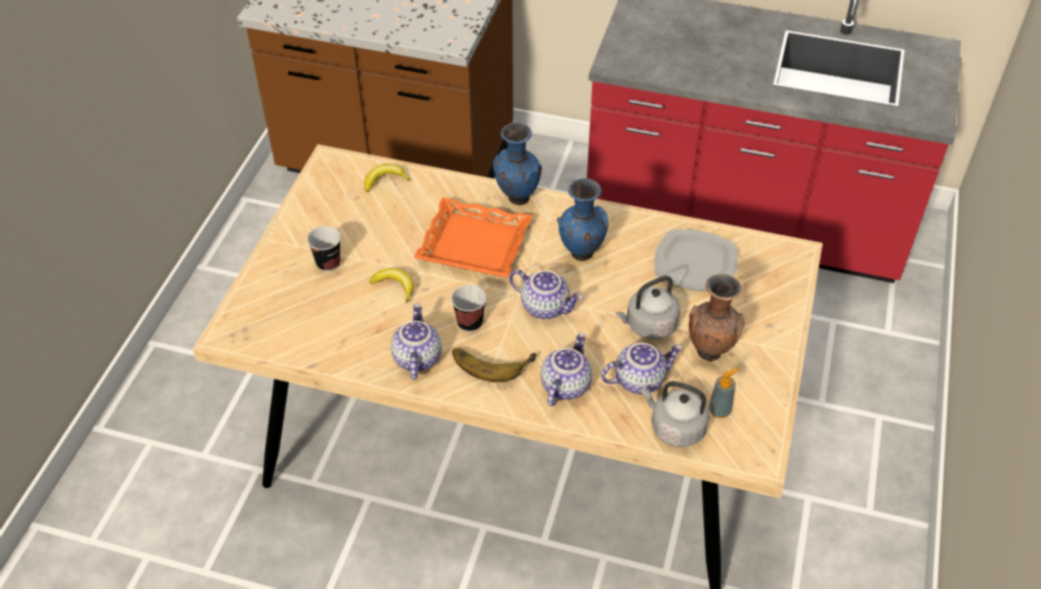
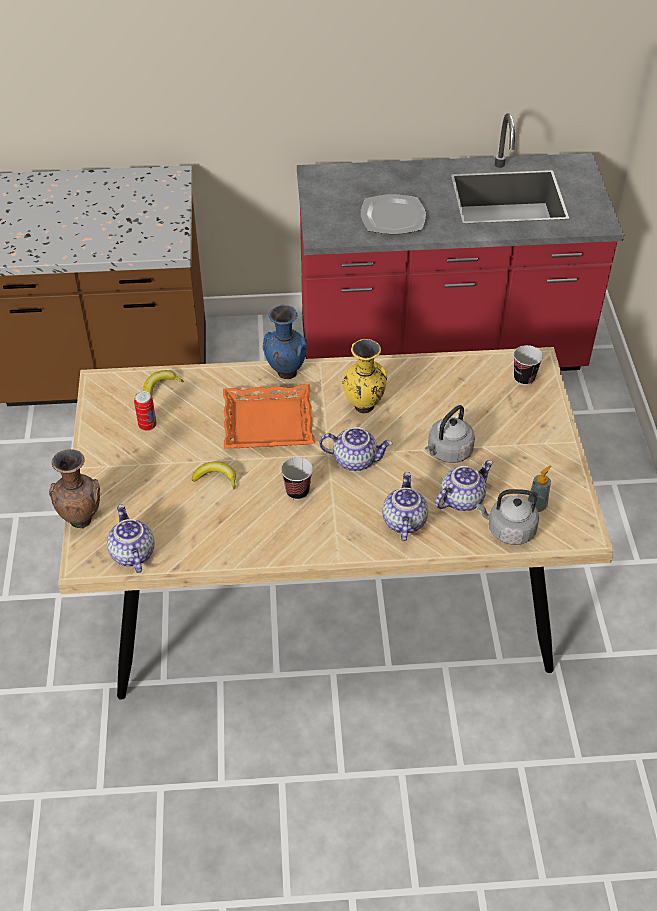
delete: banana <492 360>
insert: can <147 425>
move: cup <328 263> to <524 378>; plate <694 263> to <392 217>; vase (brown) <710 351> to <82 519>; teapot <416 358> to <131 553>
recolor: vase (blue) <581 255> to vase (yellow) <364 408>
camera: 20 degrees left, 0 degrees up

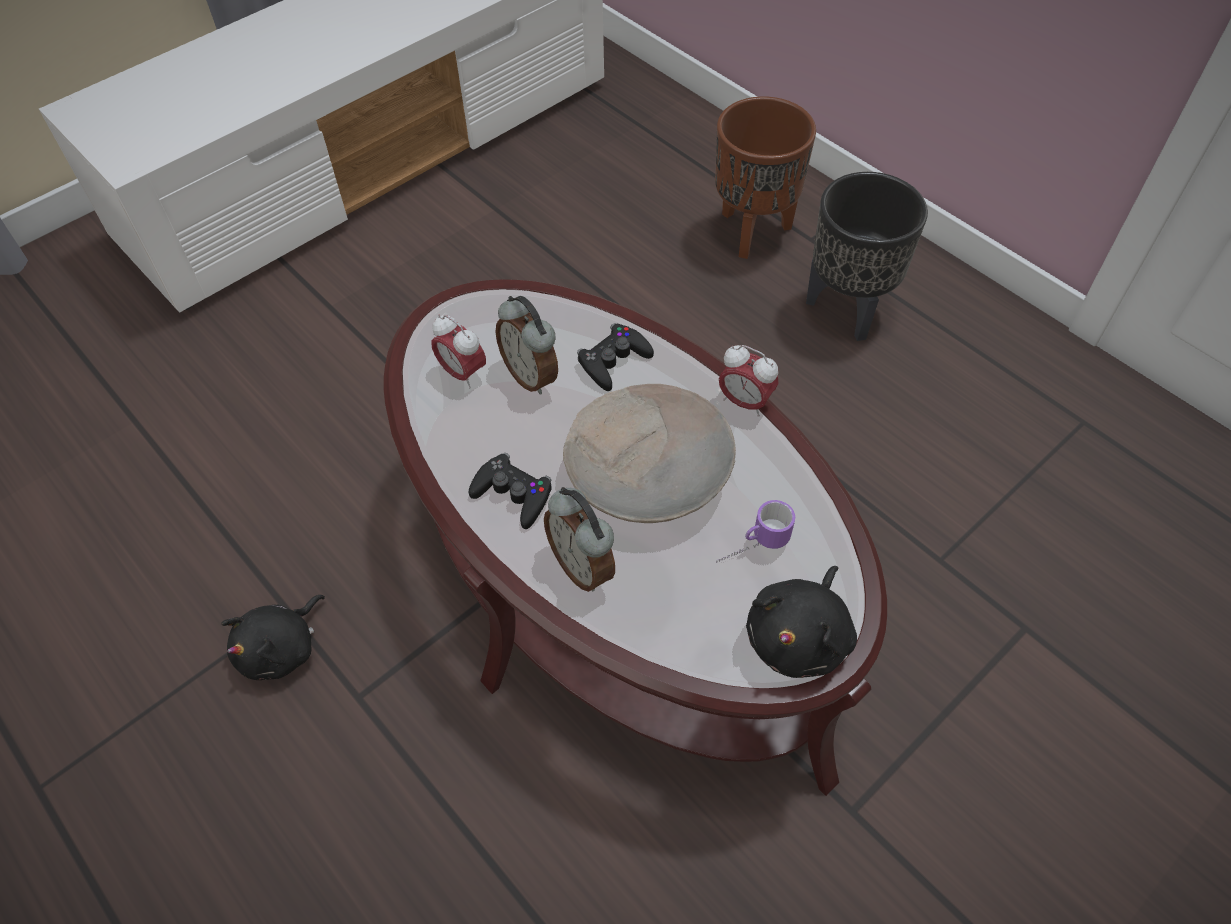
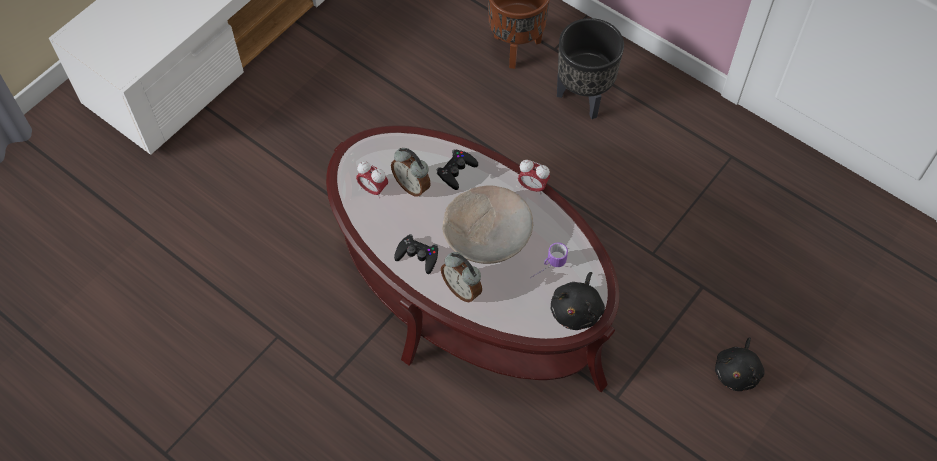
move: plush toy (black) <282 648> to <737 372>
camera: 10 degrees left, 5 degrees up

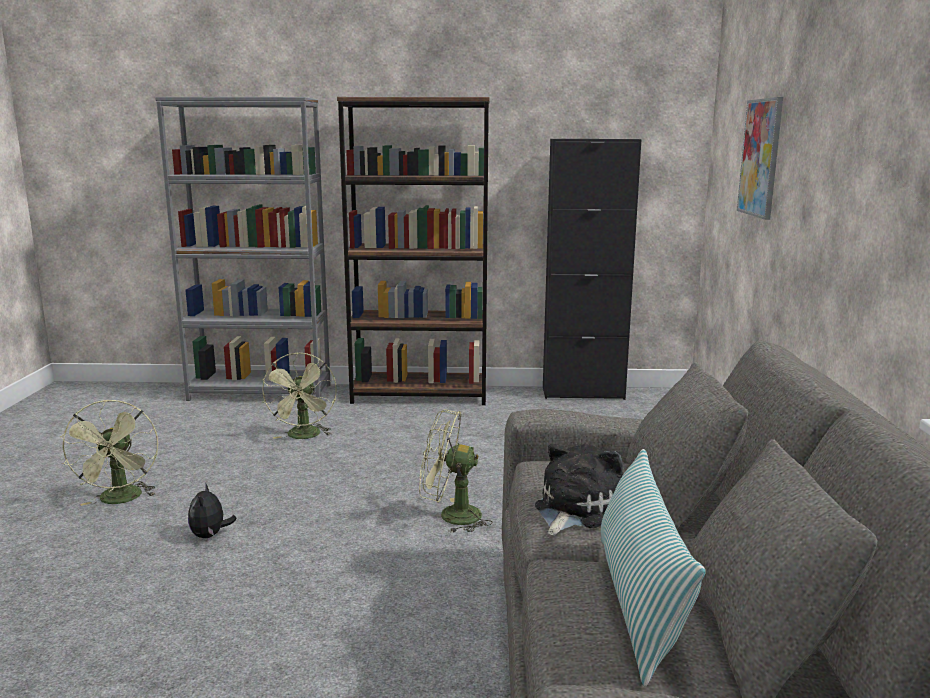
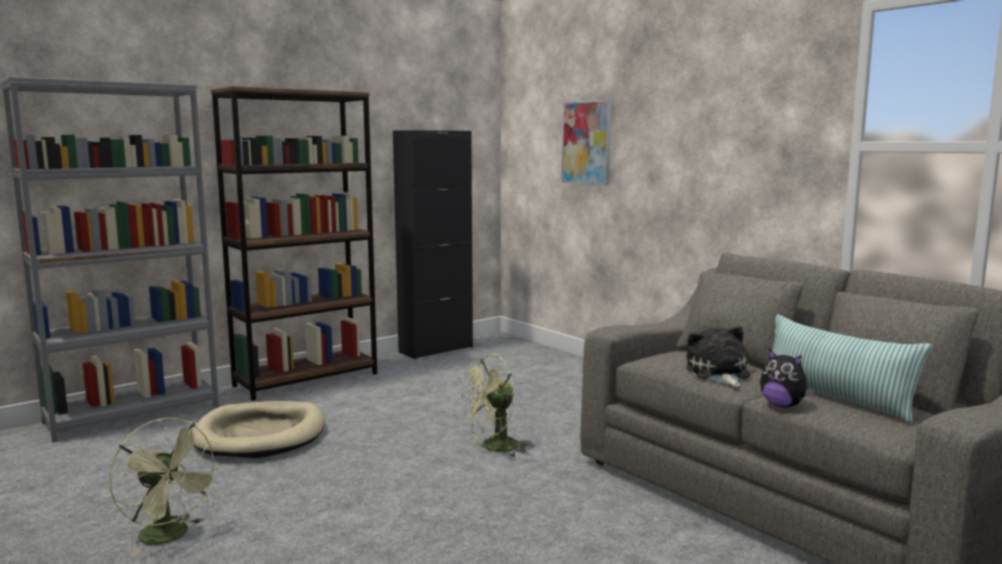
move: plush toy <210 535> to <783 405>
replace: fan (green) <304 437> to dog bed (beige) <261 435>
camera: 40 degrees left, 5 degrees down

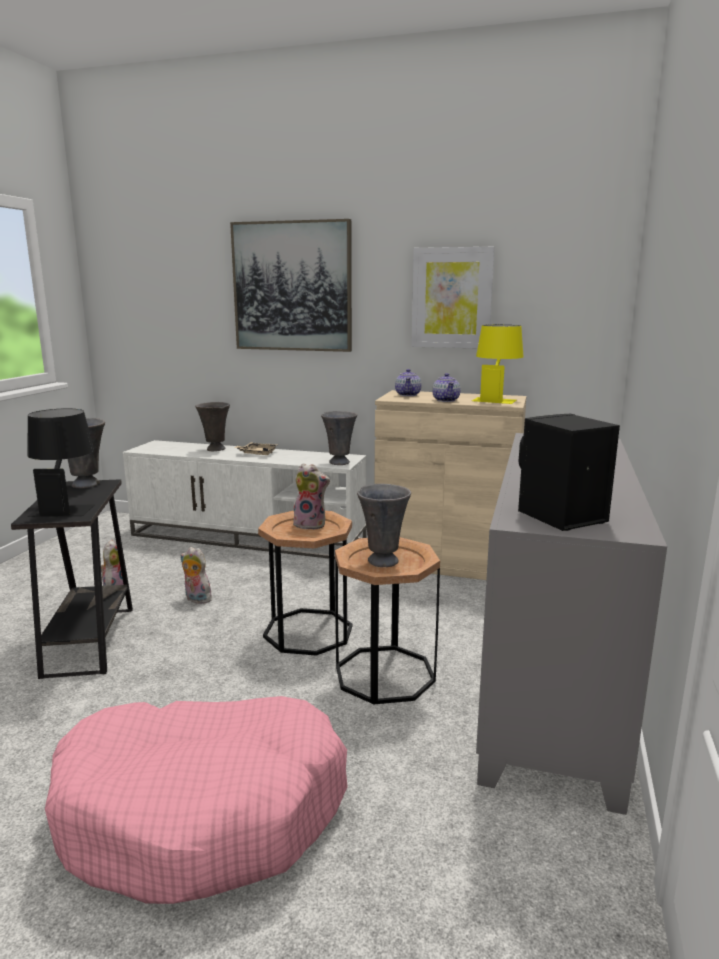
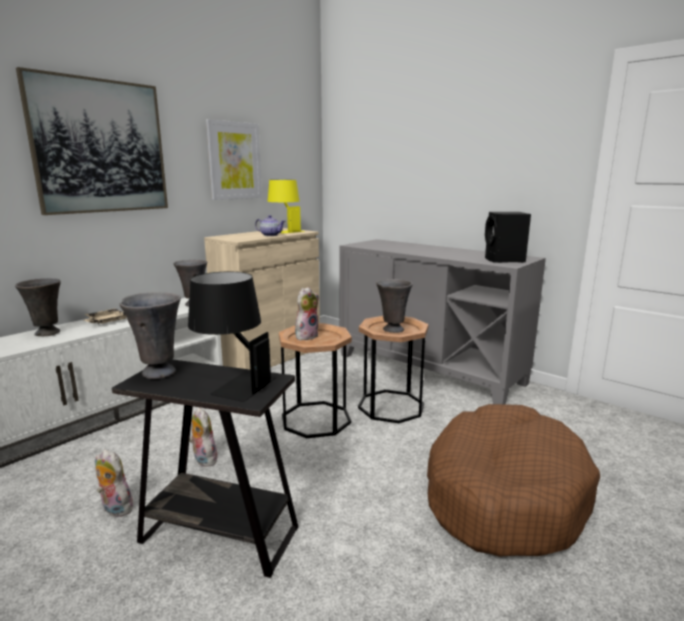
delete: teapot <408 395>
recolor: dog bed (pink) <204 811> to dog bed (brown) <502 494>
rotate: plush toy <196 599> = <203 459> 90 degrees clockwise
camera: 65 degrees left, 0 degrees up

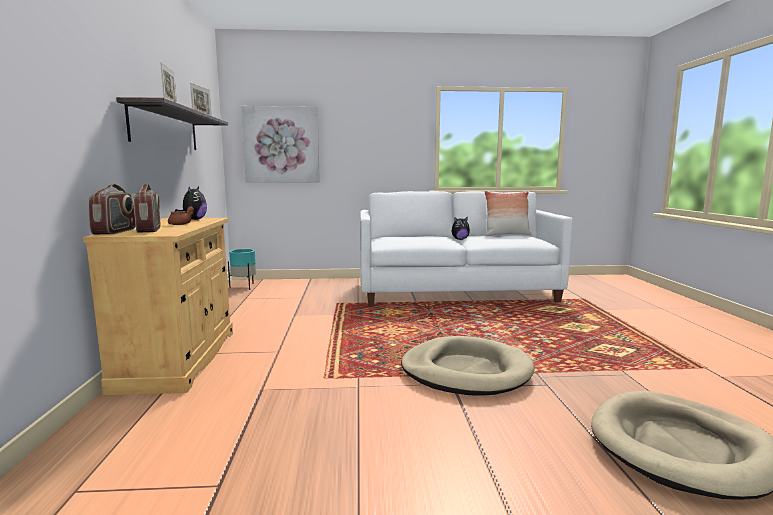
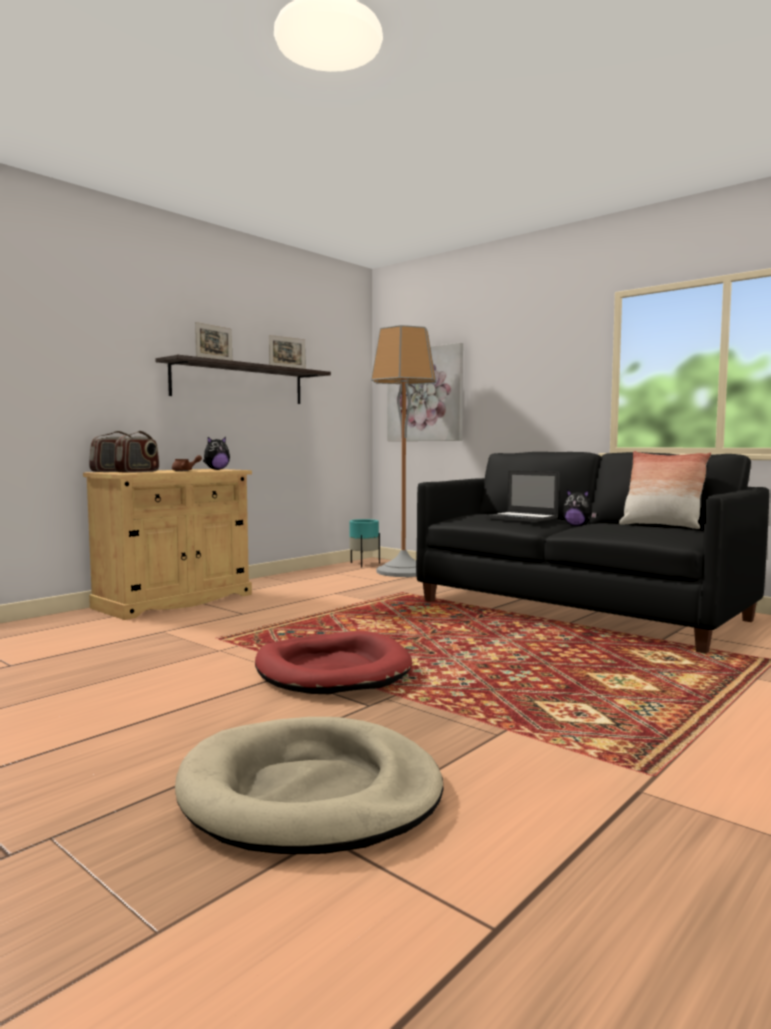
insert: floor lamp <403 572>; laptop <522 518>
recolor: sofa (white) <455 292> to sofa (black) <578 610>; dog bed (beige) <465 371> to dog bed (red) <332 670>
camera: 45 degrees right, 5 degrees down

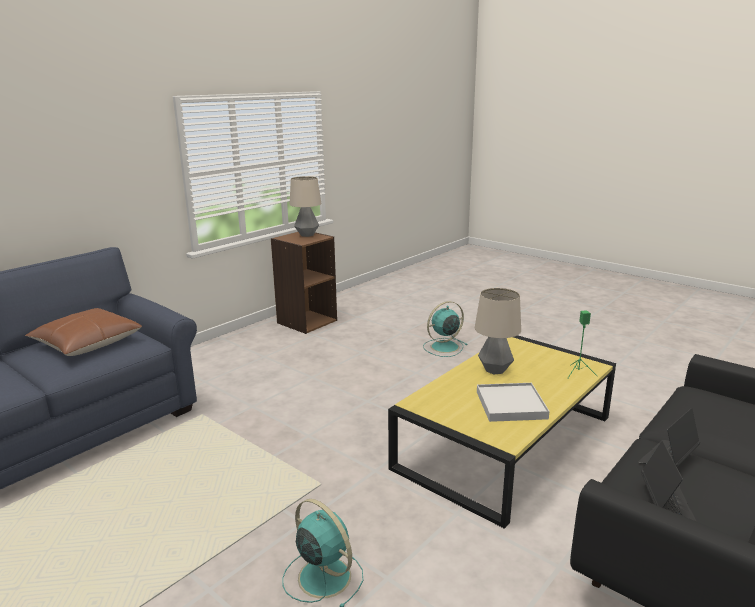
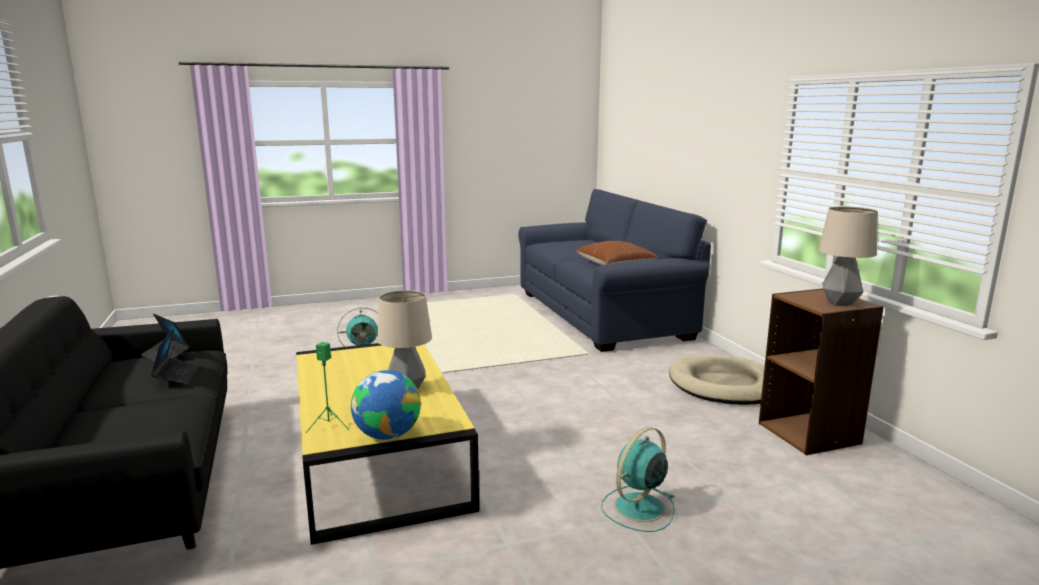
delete: tray (white) <511 405>
insert: dog bed (beige) <725 385>; globe <387 435>
rotate: fan (turquoise) <443 347> = <638 508> 135 degrees counterclockwise
camera: 120 degrees right, 5 degrees down

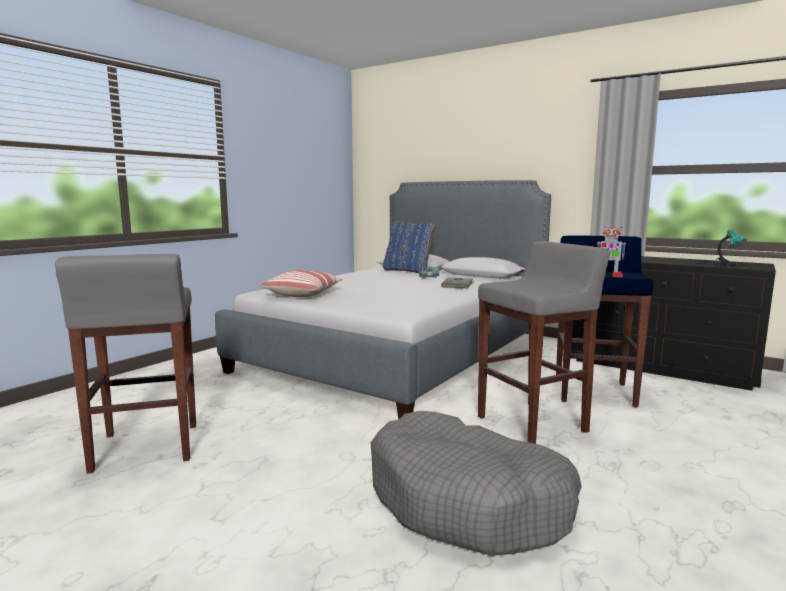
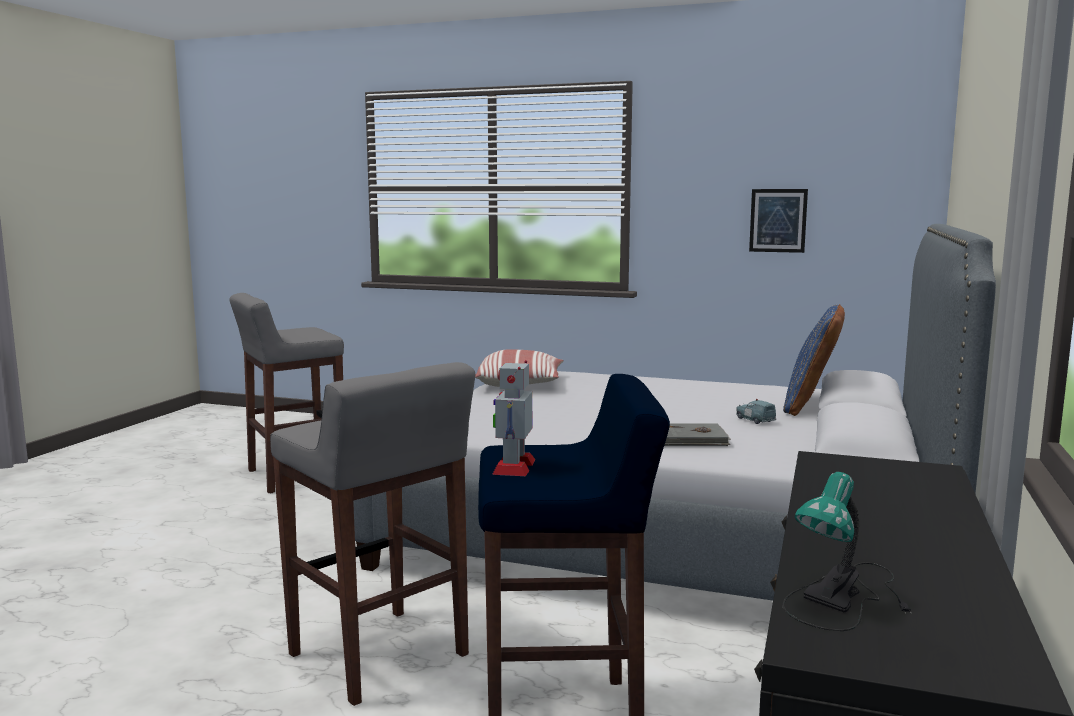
delete: dog bed (grey) <468 502>
insert: picture <778 220>
camera: 75 degrees right, 0 degrees up

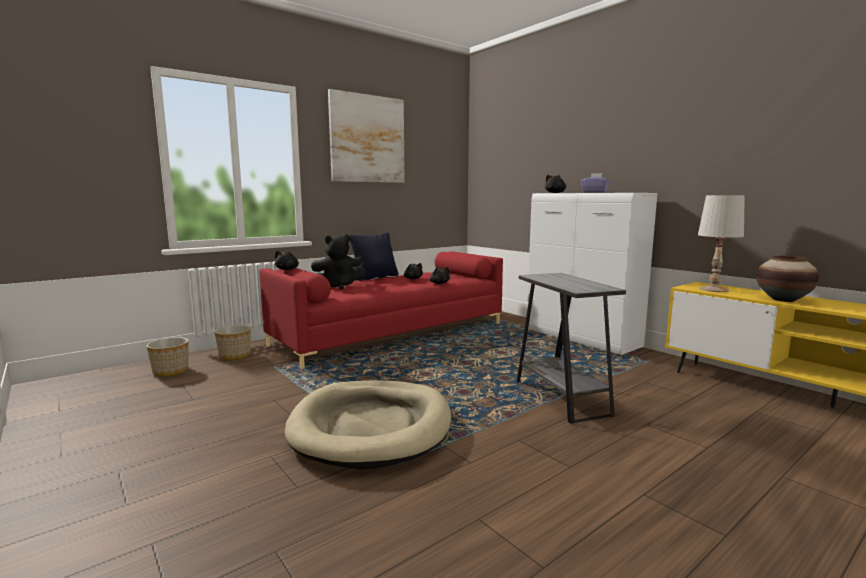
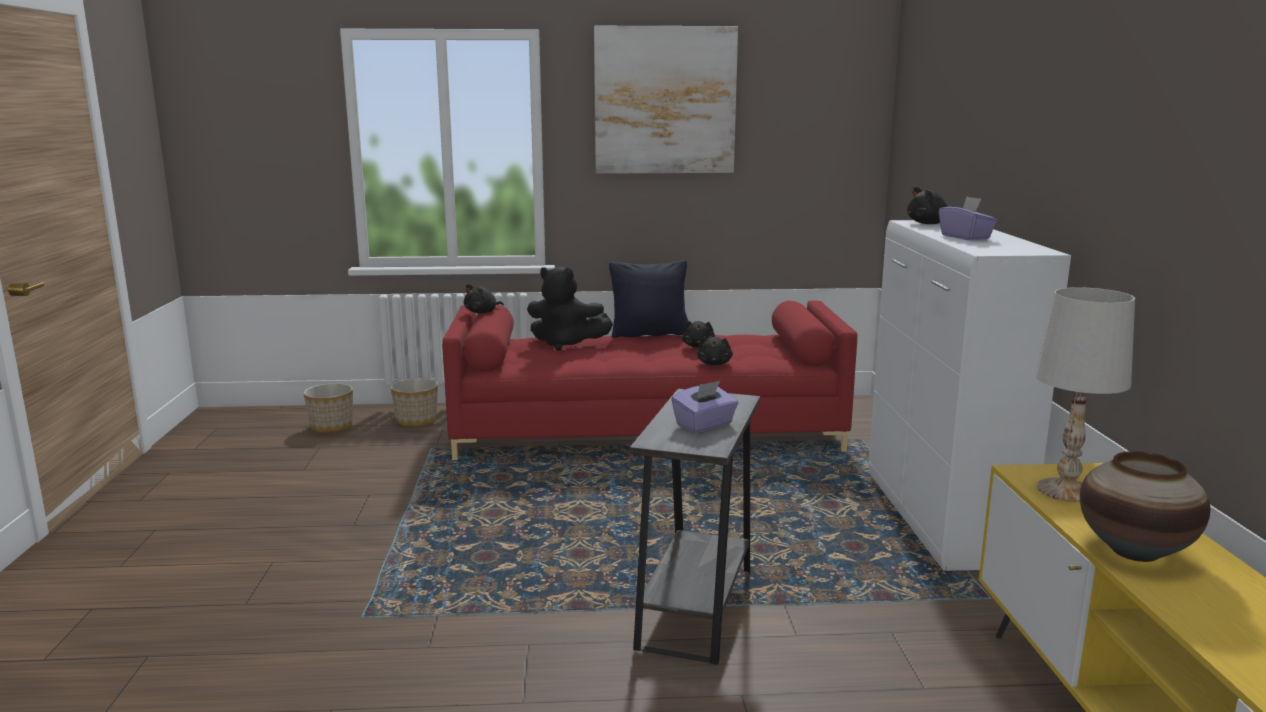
delete: dog bed (beige) <371 427>
insert: tissue box (purple) <705 425>
camera: 35 degrees right, 5 degrees up

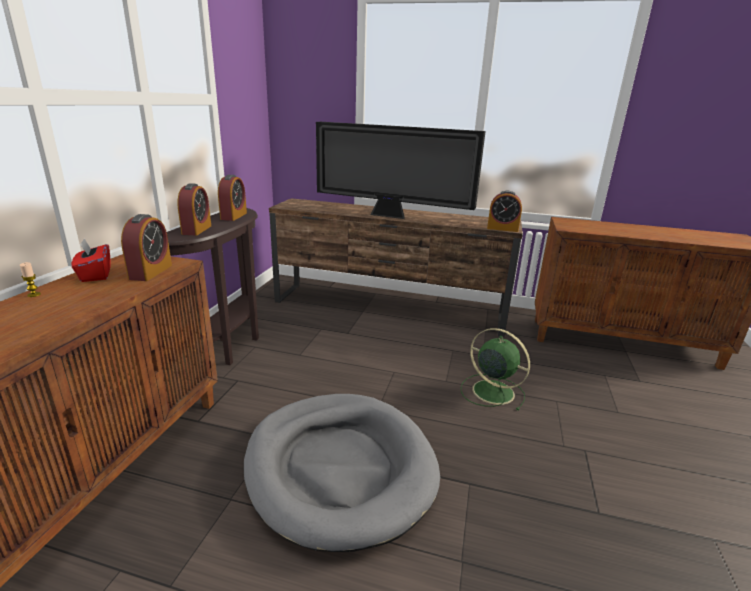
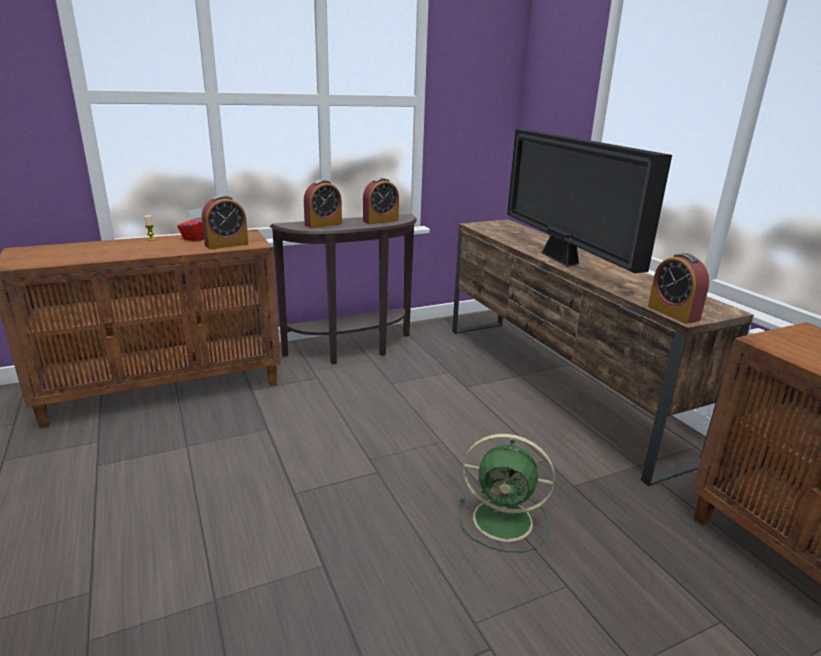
delete: dog bed (grey) <340 468>
rotate: fan (green) <491 391> = <505 520> 105 degrees clockwise
camera: 50 degrees right, 0 degrees up

